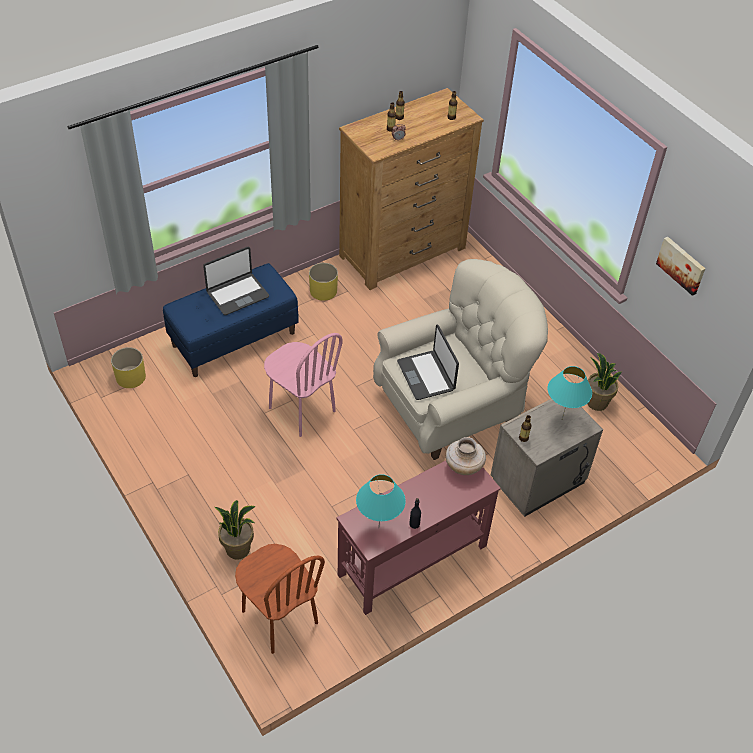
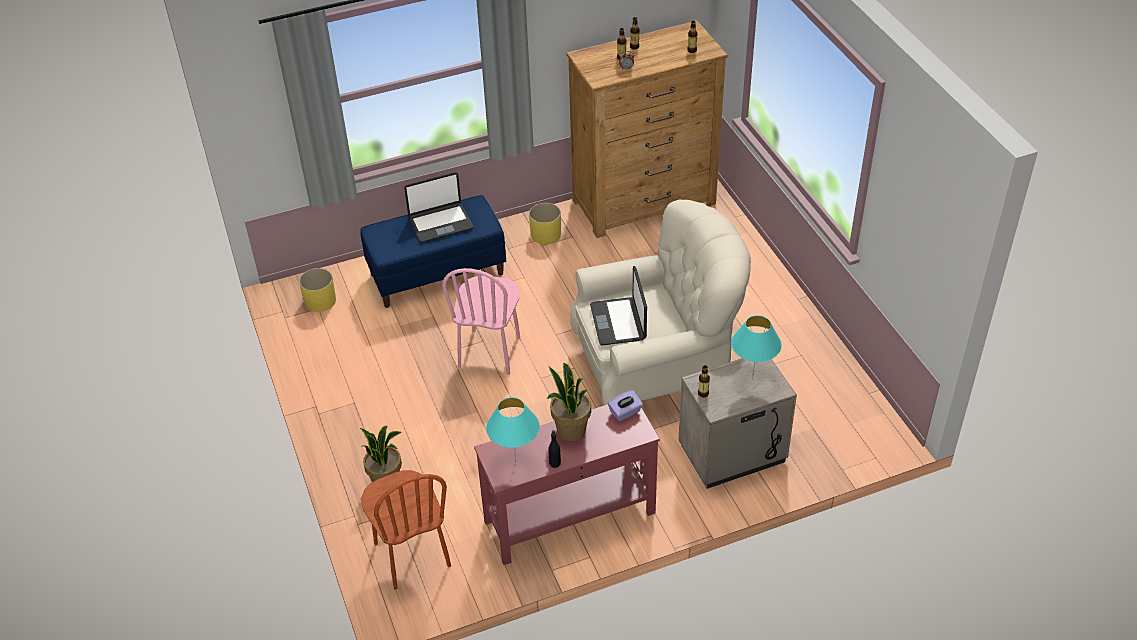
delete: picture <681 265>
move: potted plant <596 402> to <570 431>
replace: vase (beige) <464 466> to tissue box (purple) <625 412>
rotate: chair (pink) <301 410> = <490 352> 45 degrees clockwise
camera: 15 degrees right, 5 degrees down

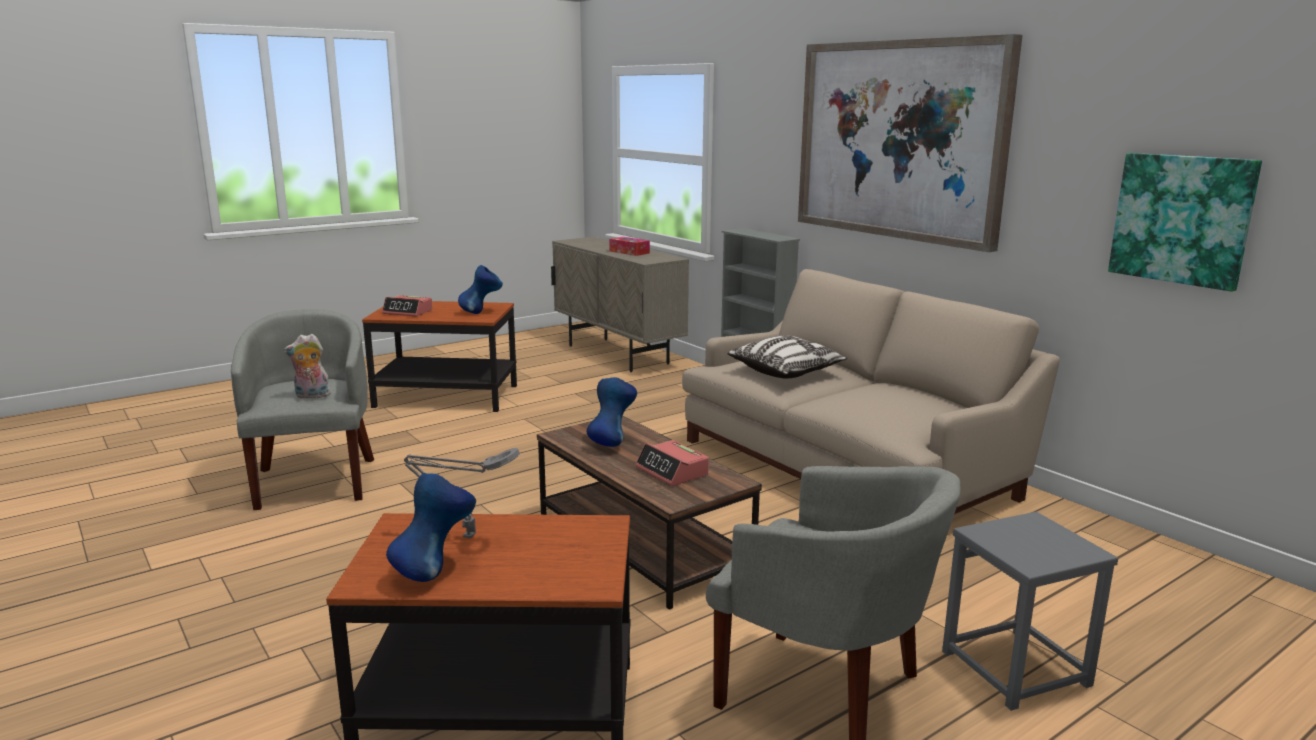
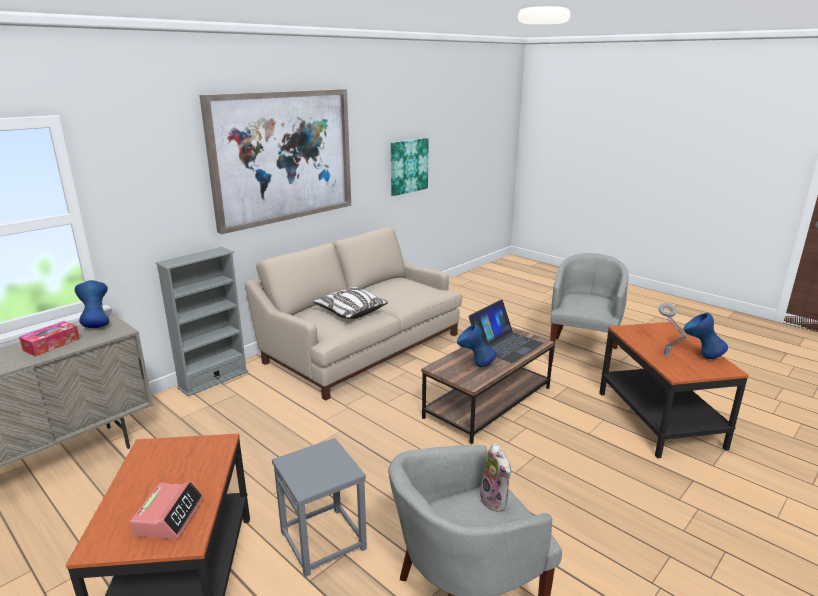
move: vase (blue) <481 313> to <97 325>; stool (grey) <1015 669> to <324 540>
replace: alarm clock <672 471> to laptop <505 344>
camera: 100 degrees left, 5 degrees up

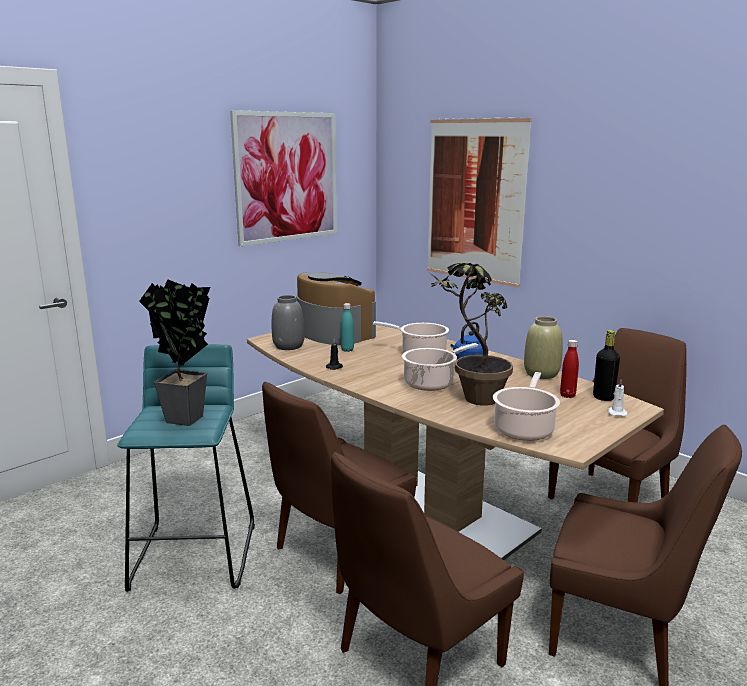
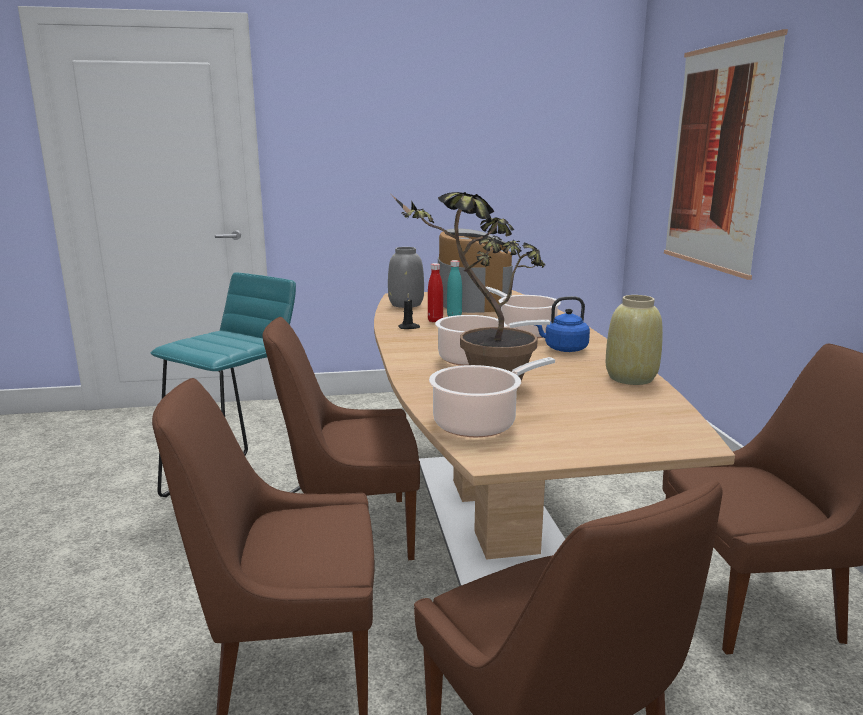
delete: picture <287 177>; potted plant <188 421>; bottle (black) <603 397>; candle (white) <616 412>
move: bottle (red) <567 395> to <435 321>
camera: 35 degrees right, 0 degrees up

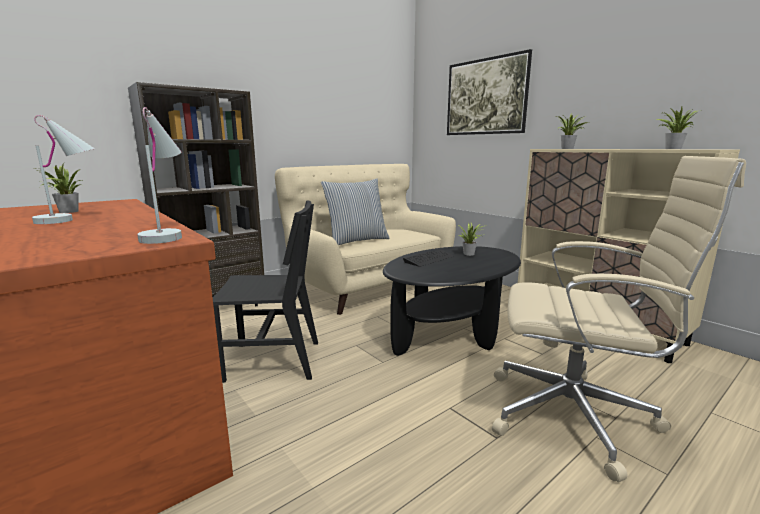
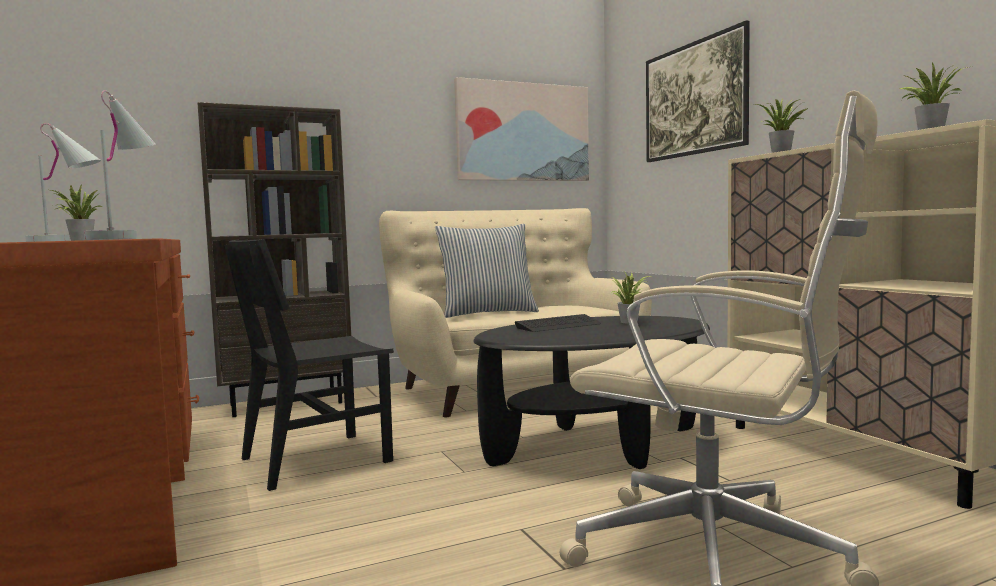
insert: picture <523 132>
rotate: chair (black) <273 361> = <315 460> 135 degrees clockwise
camera: 15 degrees right, 10 degrees down

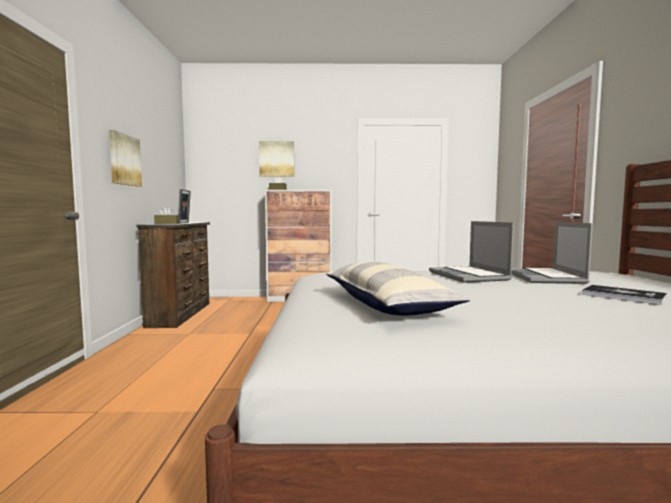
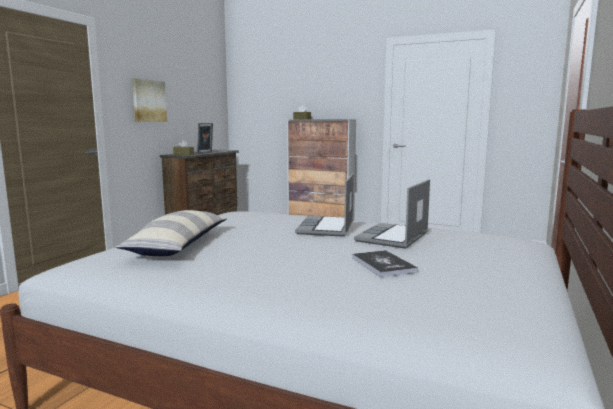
delete: picture <277 159>
camera: 25 degrees right, 5 degrees up

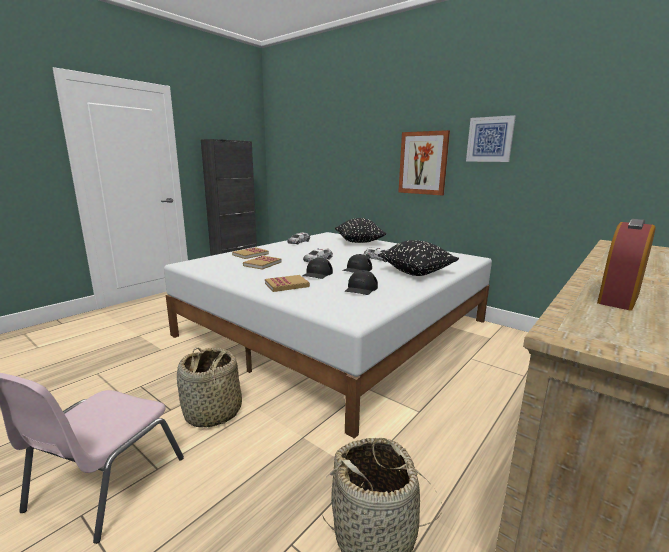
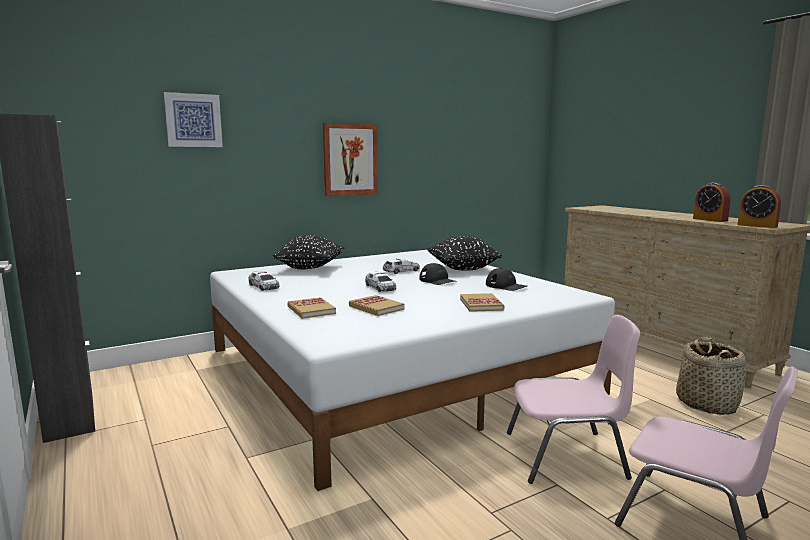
delete: cap (black) <317 274>
insert: alarm clock <757 226>
move: picture <490 139> to <193 120>
replace: basket <212 413> to chair (pink) <567 456>
camera: 70 degrees left, 5 degrees down

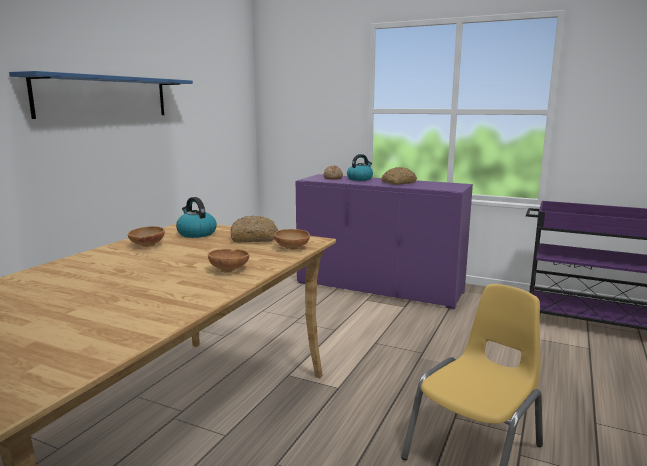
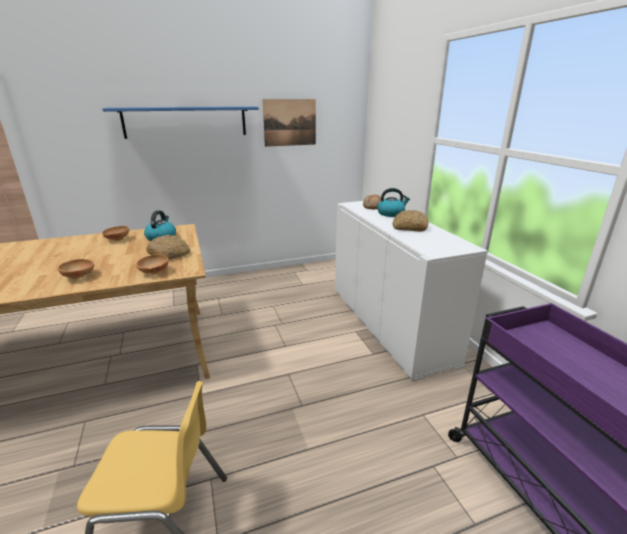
insert: picture <290 122>
recolor: cabinet (purple) <379 287> to cabinet (white) <388 324>
camera: 45 degrees right, 10 degrees up

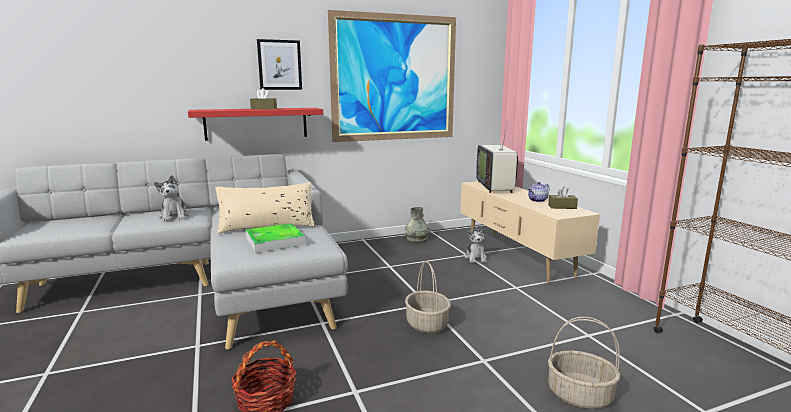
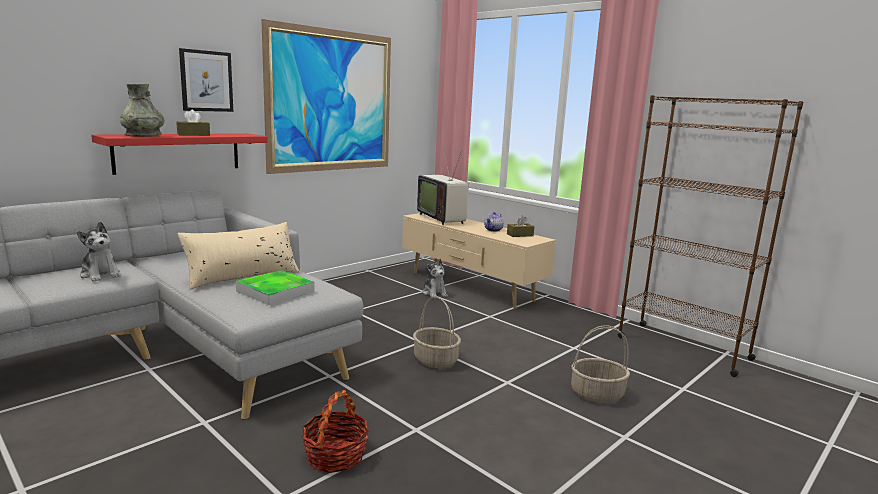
move: vase (grey) <417 238> to <143 135>
camera: 25 degrees left, 0 degrees up

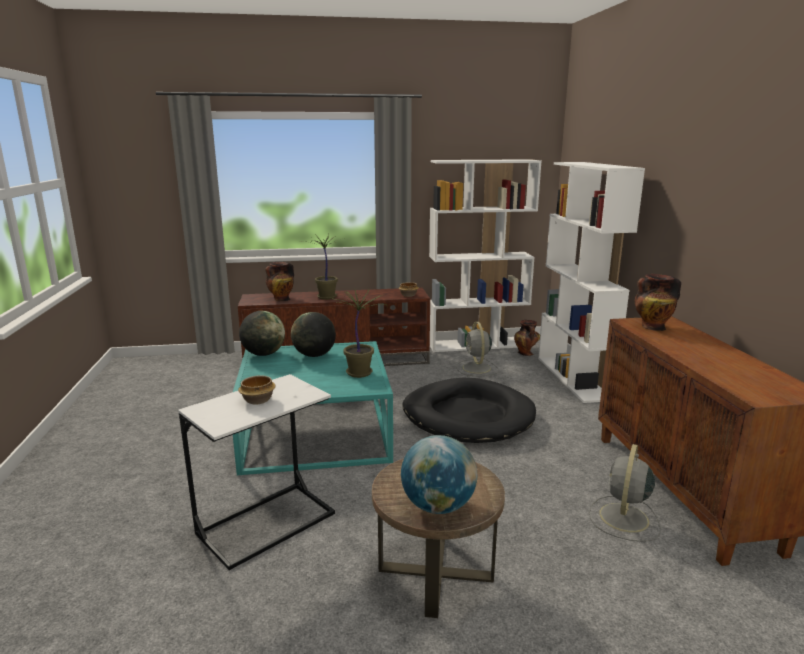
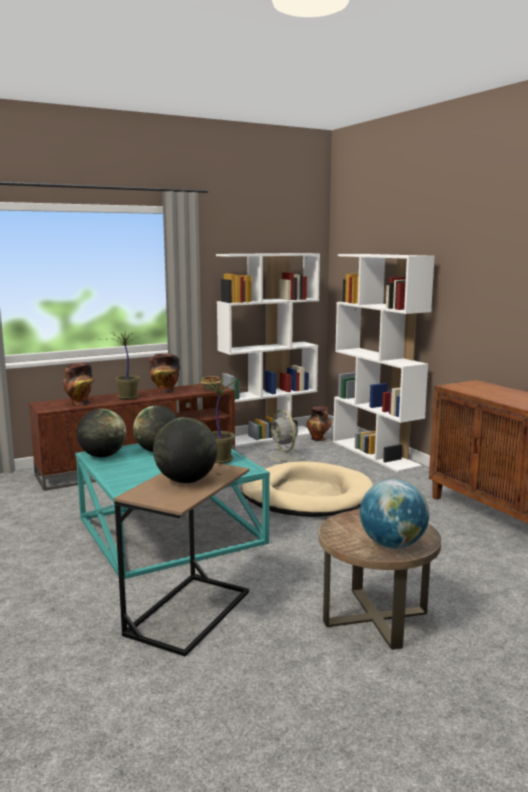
delete: fan (grey) <623 519>
move: vase <652 327> to <165 391>
replace: bowl <258 400> to globe <186 481>
recolor: side table (white) <266 523> to side table (brown) <189 612>; dog bed (black) <468 416> to dog bed (beige) <307 496>
camera: 20 degrees left, 5 degrees down

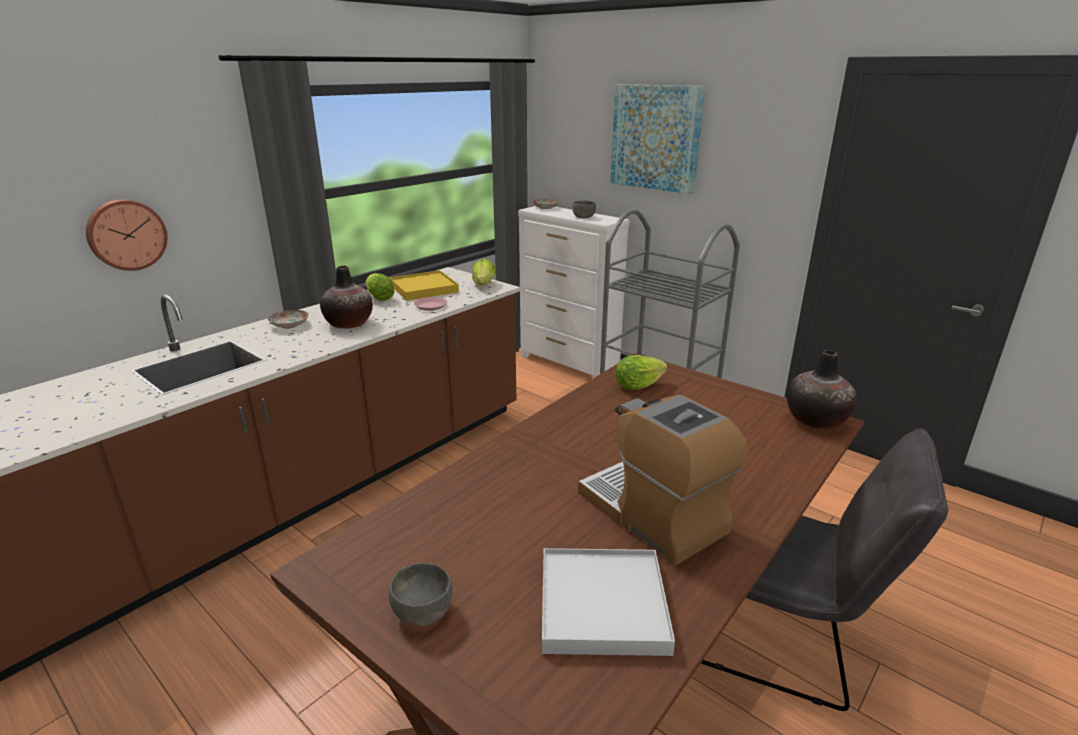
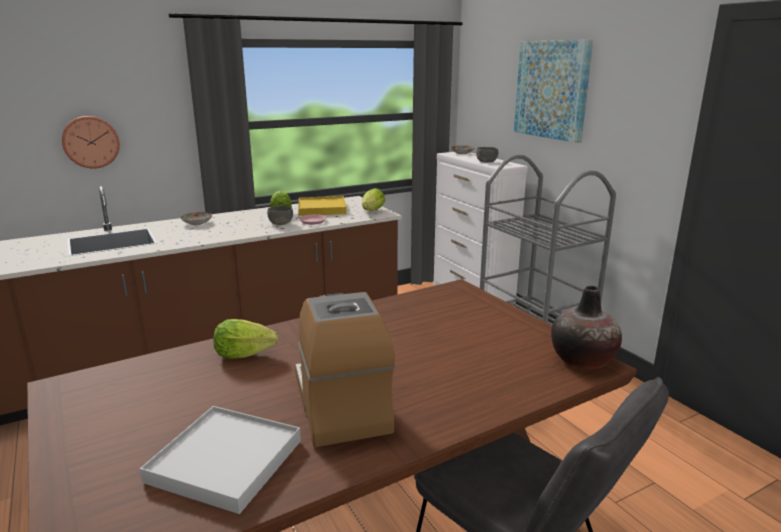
delete: vase <349 323>
move: lettuce <637 386> to <243 354>; bowl (grey) <422 611> to <280 223>
camera: 20 degrees right, 5 degrees down

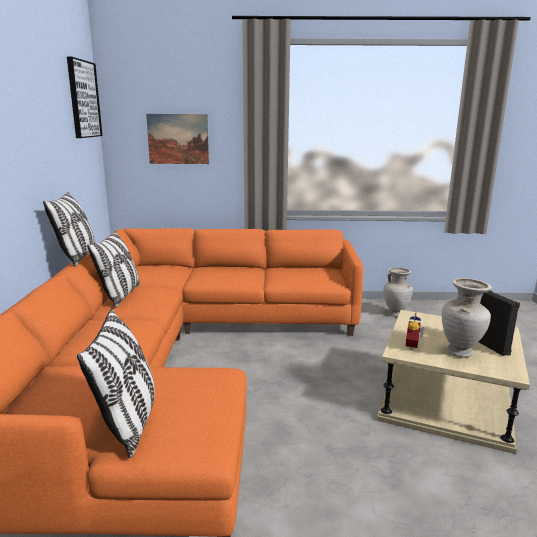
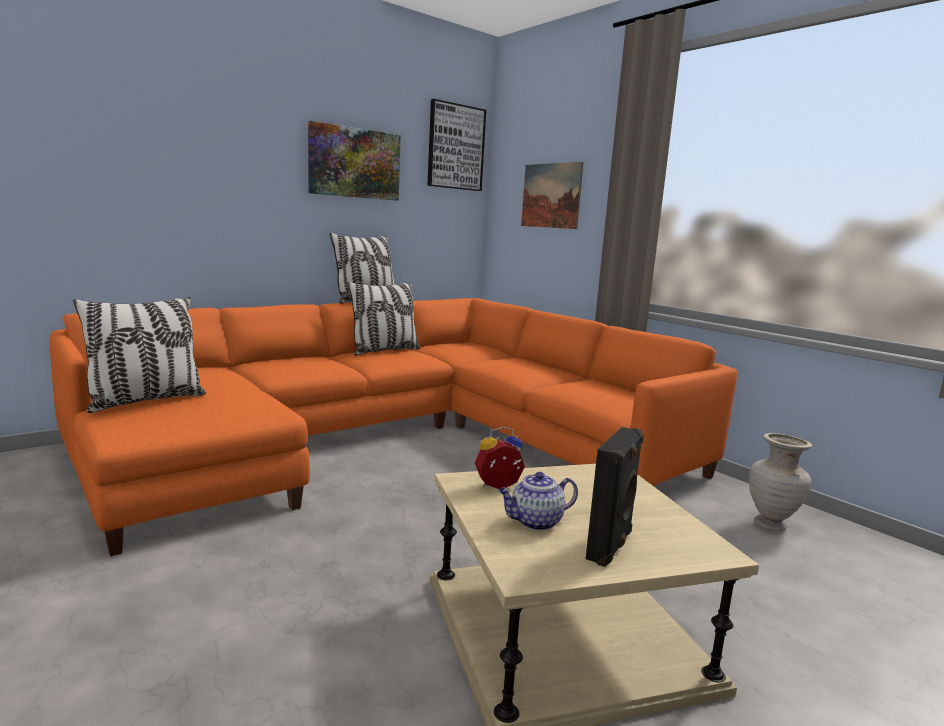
insert: picture <354 163>
replace: vase (beige) <460 353> to teapot <535 522>
camera: 50 degrees right, 5 degrees down

